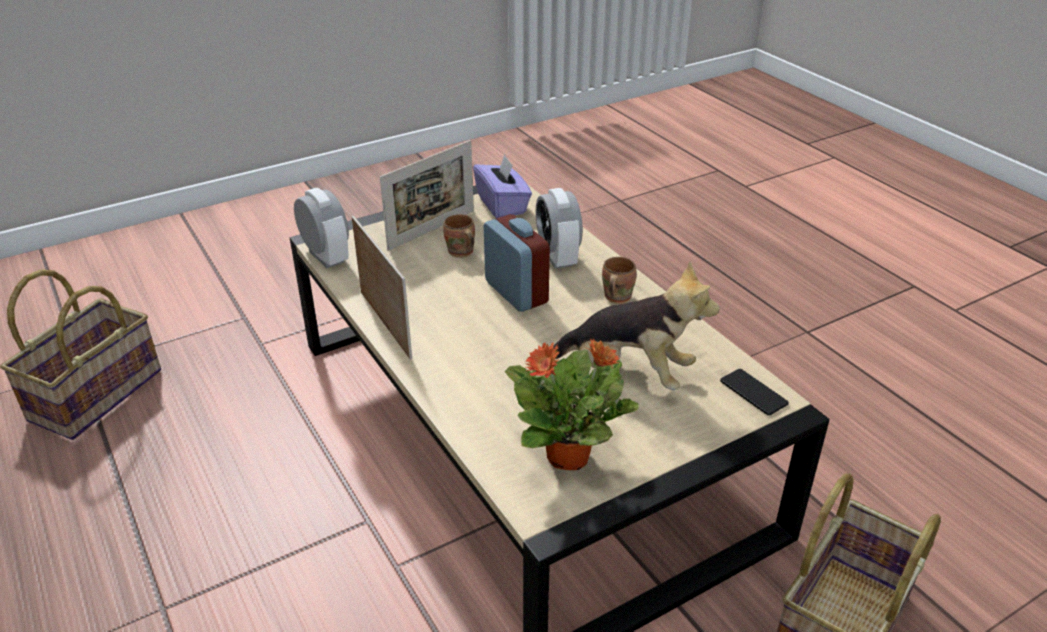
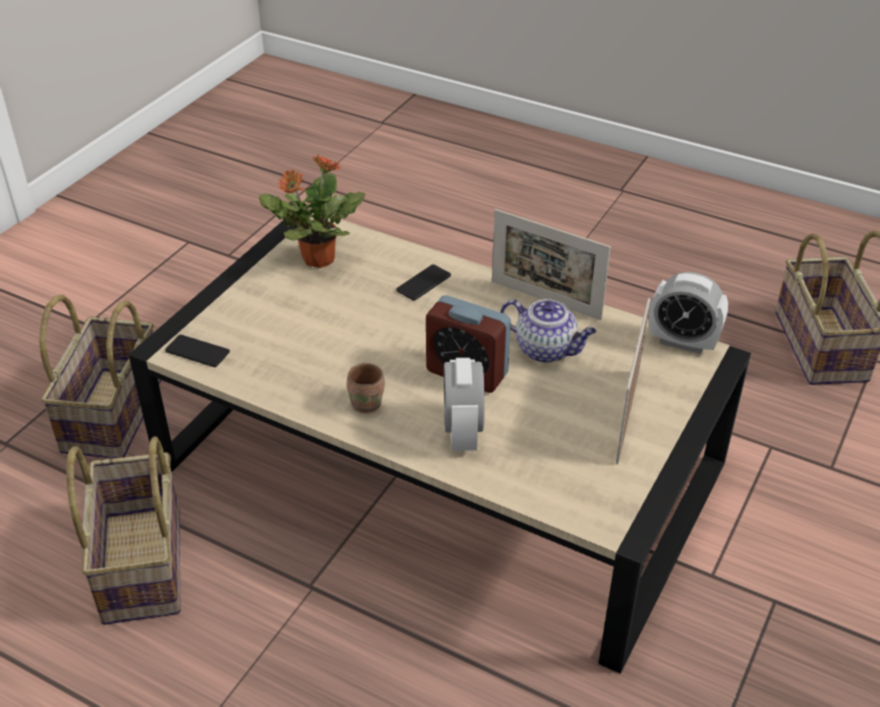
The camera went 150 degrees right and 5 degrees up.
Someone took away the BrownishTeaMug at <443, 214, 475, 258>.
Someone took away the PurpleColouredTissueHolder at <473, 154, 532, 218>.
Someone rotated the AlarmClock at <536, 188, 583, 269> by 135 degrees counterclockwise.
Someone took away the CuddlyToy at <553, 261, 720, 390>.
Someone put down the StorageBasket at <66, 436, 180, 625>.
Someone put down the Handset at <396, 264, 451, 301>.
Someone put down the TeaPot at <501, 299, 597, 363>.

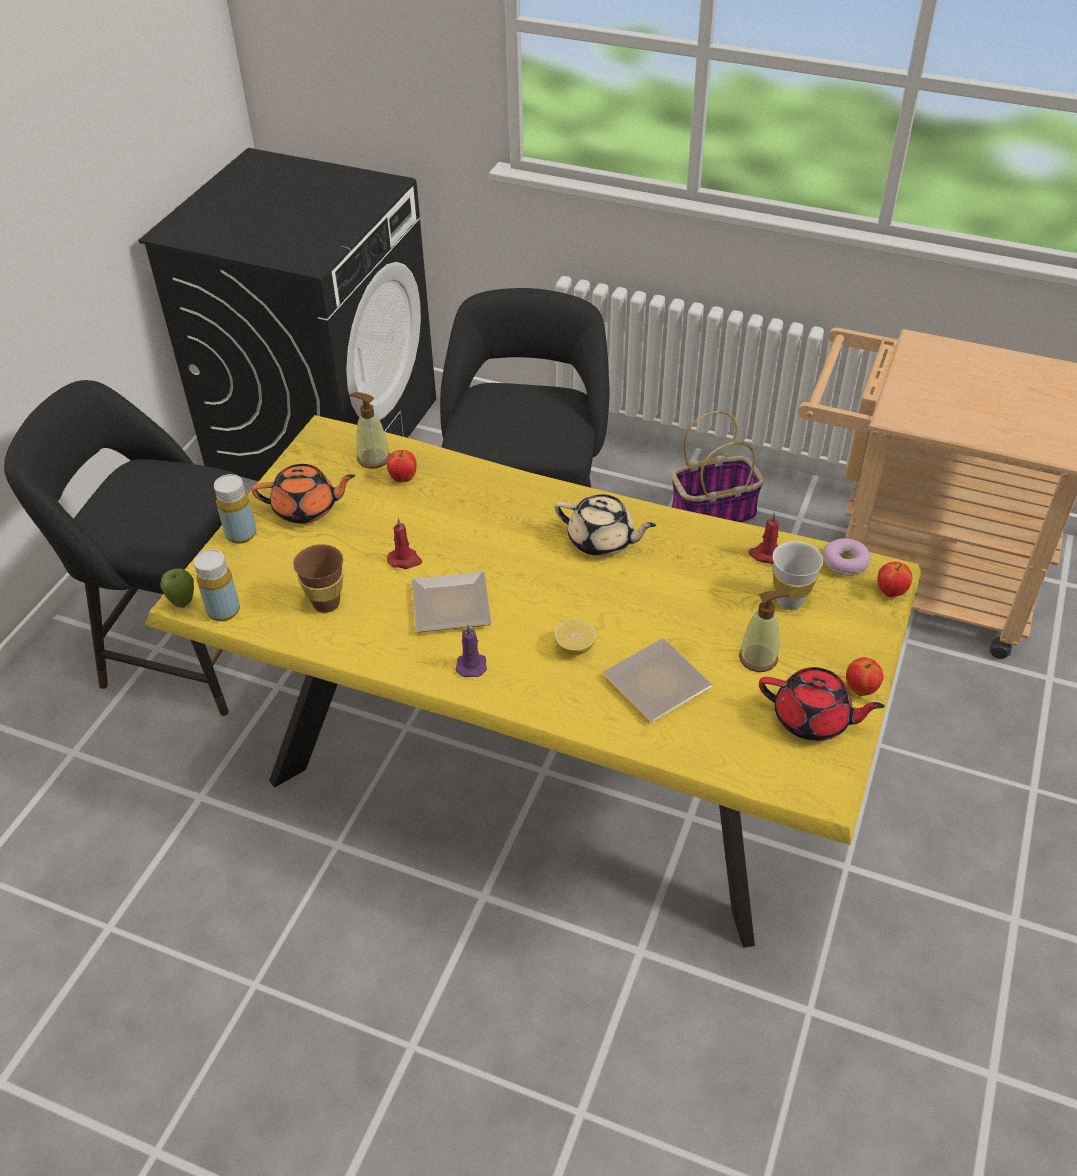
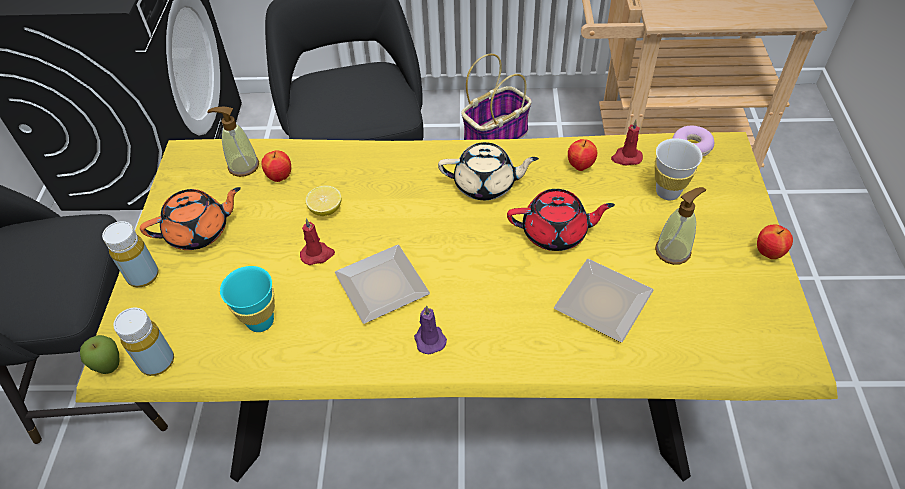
The camera went 20 degrees left and 5 degrees up.
Someone repainted the BrownishSmallCup at <293, 544, 344, 613>, which became the TurquoiseColouredSmallCup at <220, 266, 275, 332>.
Someone carried the CitrusFruit from <555, 619, 596, 655> to <306, 185, 341, 216>.
Someone carried the RedTeaPot from <759, 667, 885, 741> to <507, 189, 615, 251>.
Someone carried the Apple from <877, 562, 912, 597> to <568, 139, 597, 171>.

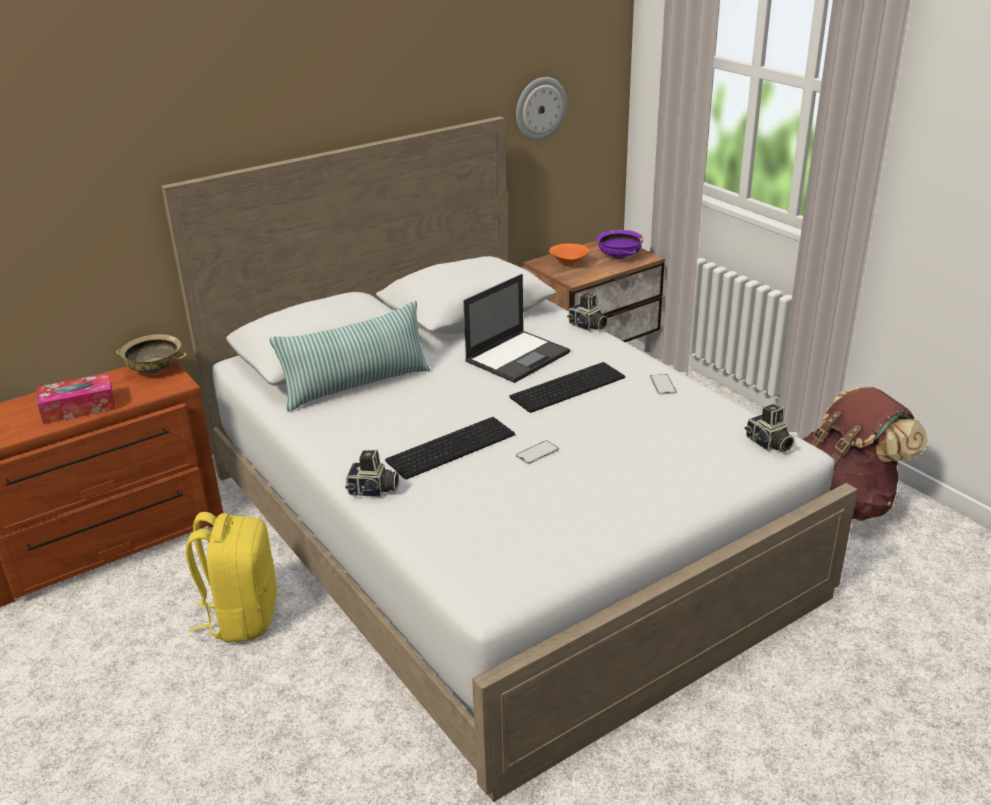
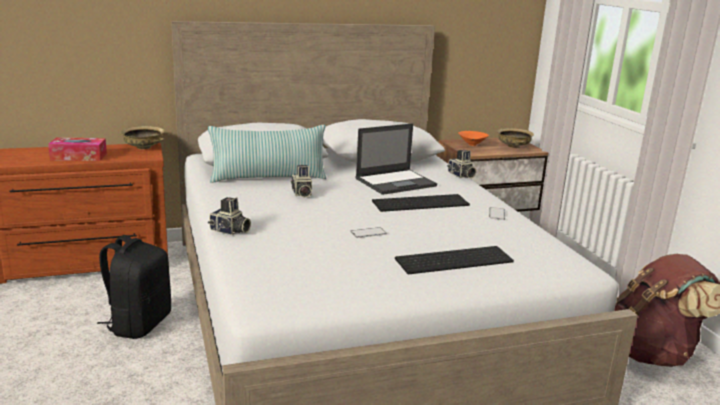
The camera went 15 degrees right and 10 degrees down.
Someone repainted the YellowBackpack at <186, 512, 277, 643>, which became the BlackColouredBackpack at <97, 235, 171, 339>.
Someone carried the Keyboard from <385, 417, 515, 479> to <395, 246, 514, 274>.
Someone took away the WallClock at <516, 77, 566, 141>.
Someone repainted the PurpleColouredServingBowl at <597, 230, 644, 259>, which became the SandColouredServingBowl at <497, 128, 534, 148>.
Someone carried the PhotoCamera from <744, 404, 795, 453> to <291, 165, 312, 198>.

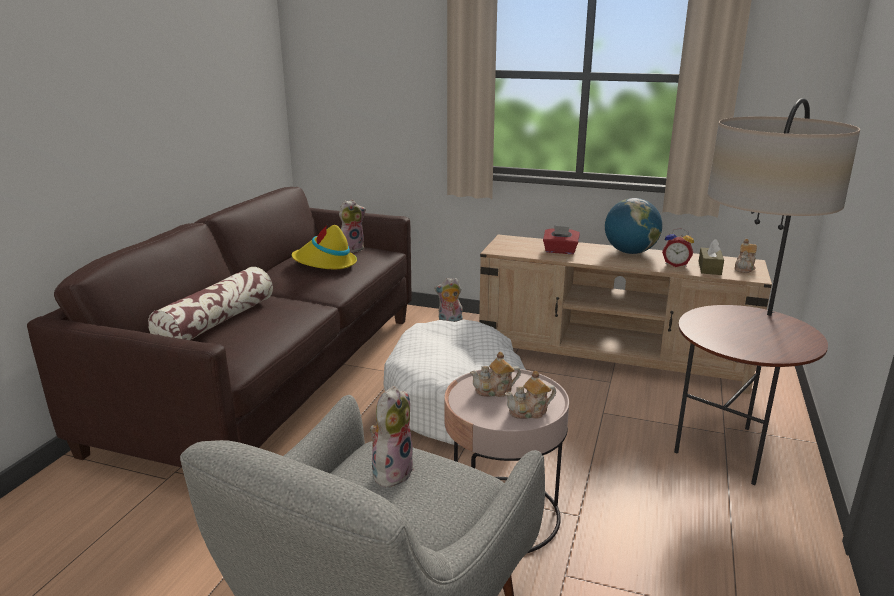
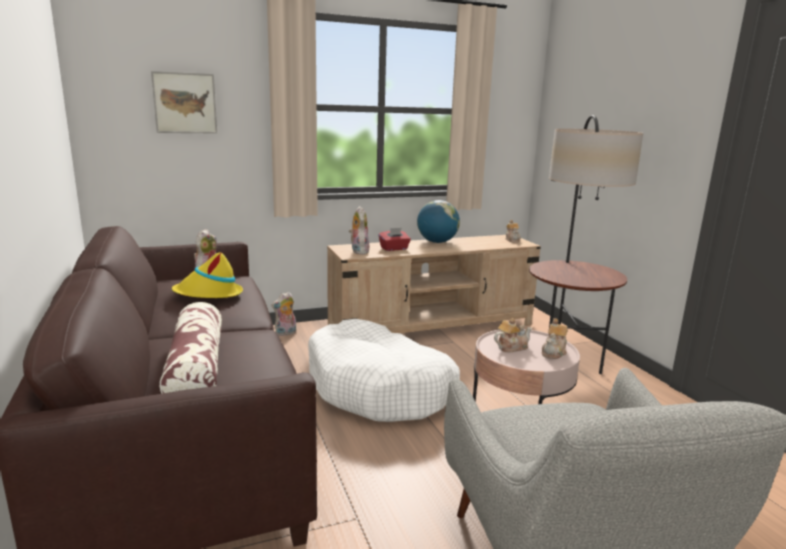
The camera went 40 degrees left and 5 degrees down.
Someone carried the CuddlyToy from <370, 386, 414, 488> to <349, 206, 369, 255>.
Someone rotated the TeaPot at <470, 352, 521, 397> by 150 degrees counterclockwise.
Someone took away the AlarmClock at <662, 228, 694, 267>.
Someone took away the BrownishTissueHolder at <698, 239, 724, 275>.
Someone put up the Picture at <151, 71, 217, 134>.

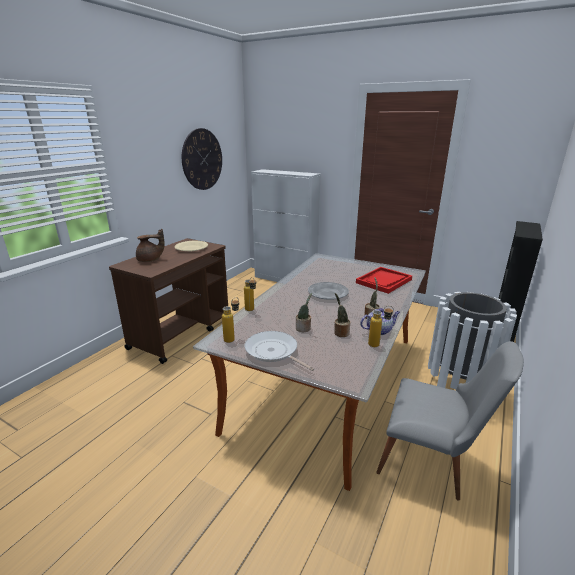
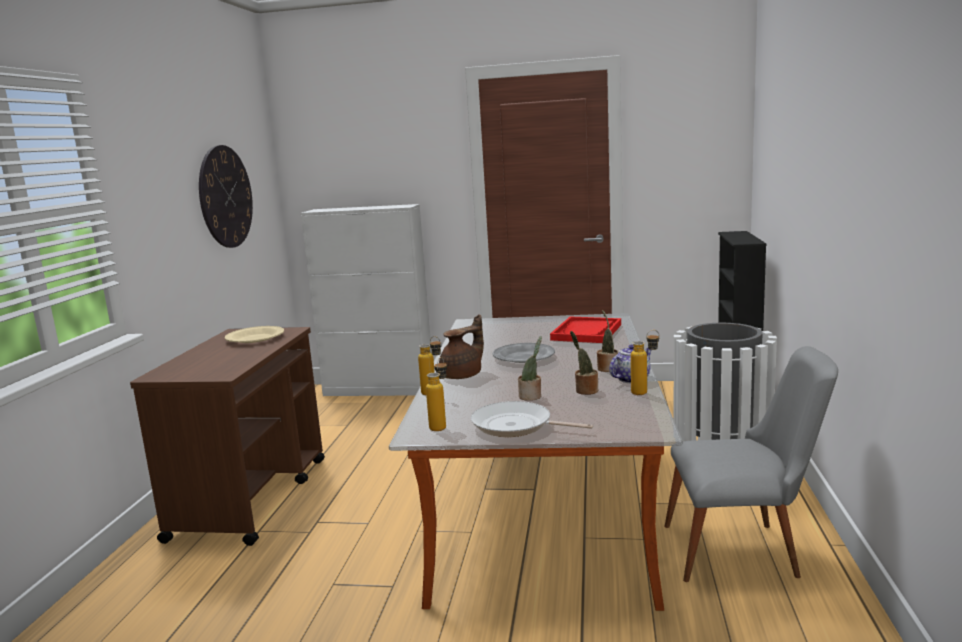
The camera went 20 degrees left and 10 degrees down.
Someone carried the BrownishTeaPot from <136, 229, 165, 262> to <439, 314, 484, 379>.

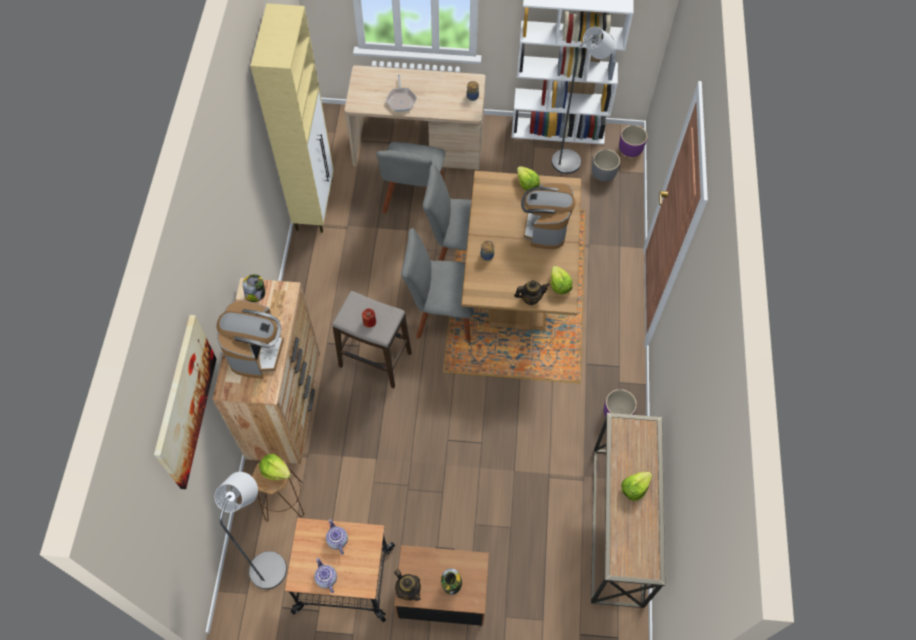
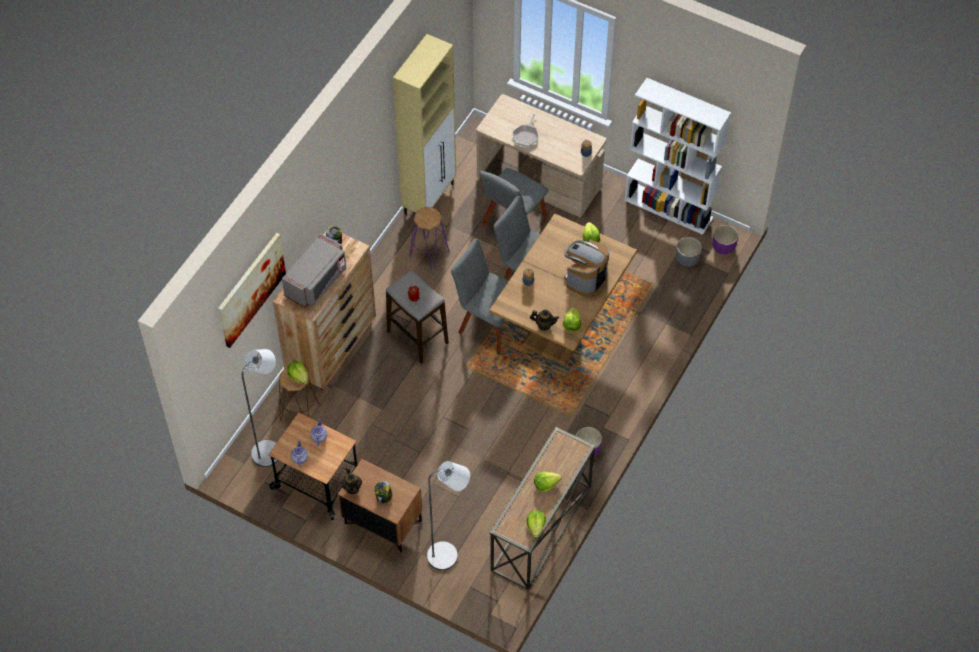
The camera went 25 degrees right and 5 degrees down.
Someone swapped the CoffeeMachine at <216, 300, 284, 379> for the GreyishMicrowave at <282, 234, 346, 308>.
Someone carried the GreyishFloorLamp from <551, 27, 615, 174> to <427, 461, 470, 570>.
Someone put down the PurpleColouredStoolSeat at <410, 207, 449, 270>.
Someone put down the Lettuce at <526, 510, 546, 537>.

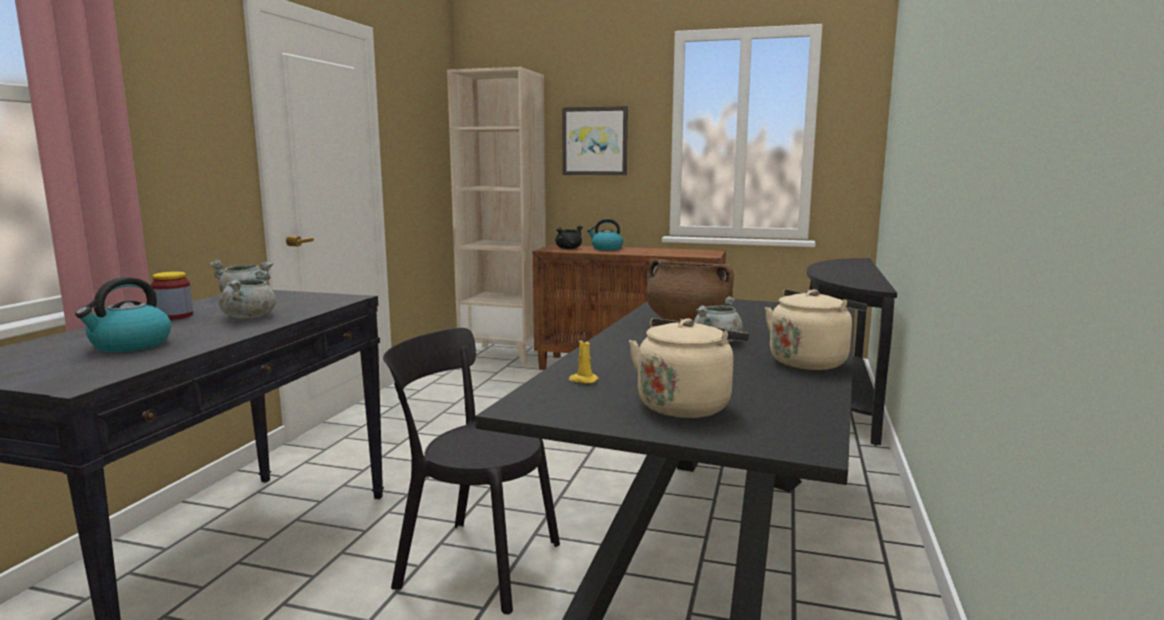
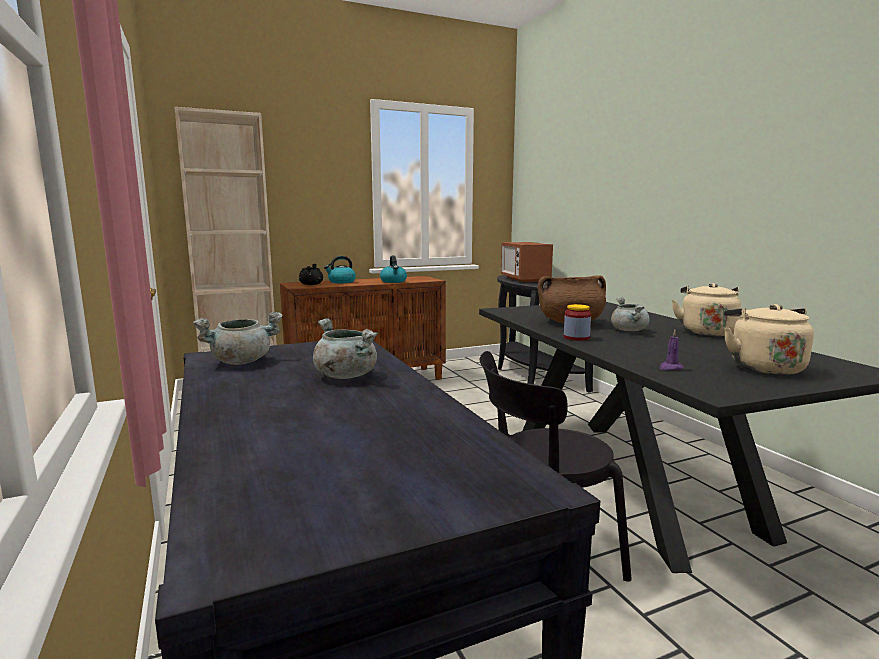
The camera went 40 degrees left and 0 degrees up.
Someone carried the WaterKettle from <75, 277, 171, 352> to <380, 256, 407, 283>.
Someone carried the Jar from <151, 271, 193, 320> to <564, 304, 591, 341>.
Someone took away the Picture at <562, 106, 628, 175>.
Someone repainted the YellowCandle at <569, 332, 599, 383>, which became the PurpleColouredCandle at <659, 330, 684, 370>.
Someone put down the Microwave at <501, 242, 553, 282>.

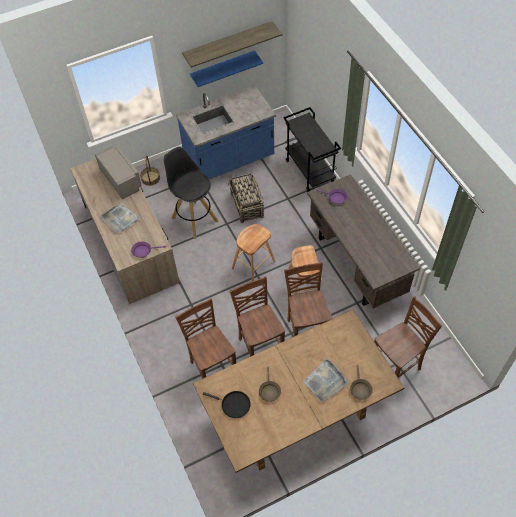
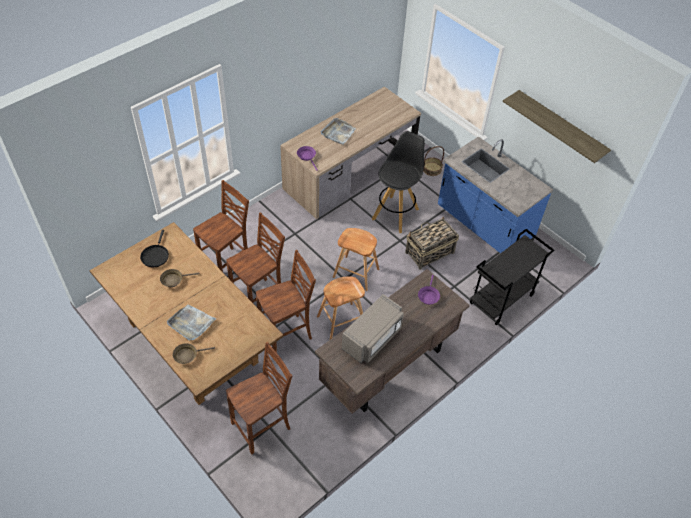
The camera went 70 degrees right and 5 degrees down.
Someone carried the GreyishMicrowave from <95, 145, 142, 200> to <342, 294, 404, 363>.
Someone took away the BlueBracketShelf at <190, 50, 263, 87>.
Someone rotated the BrownishChair at <374, 296, 442, 378> by 75 degrees counterclockwise.

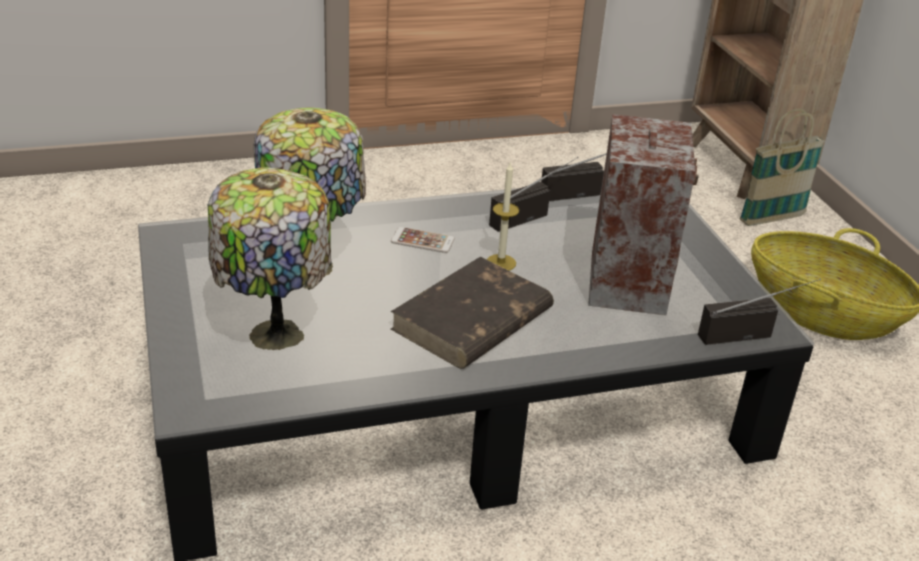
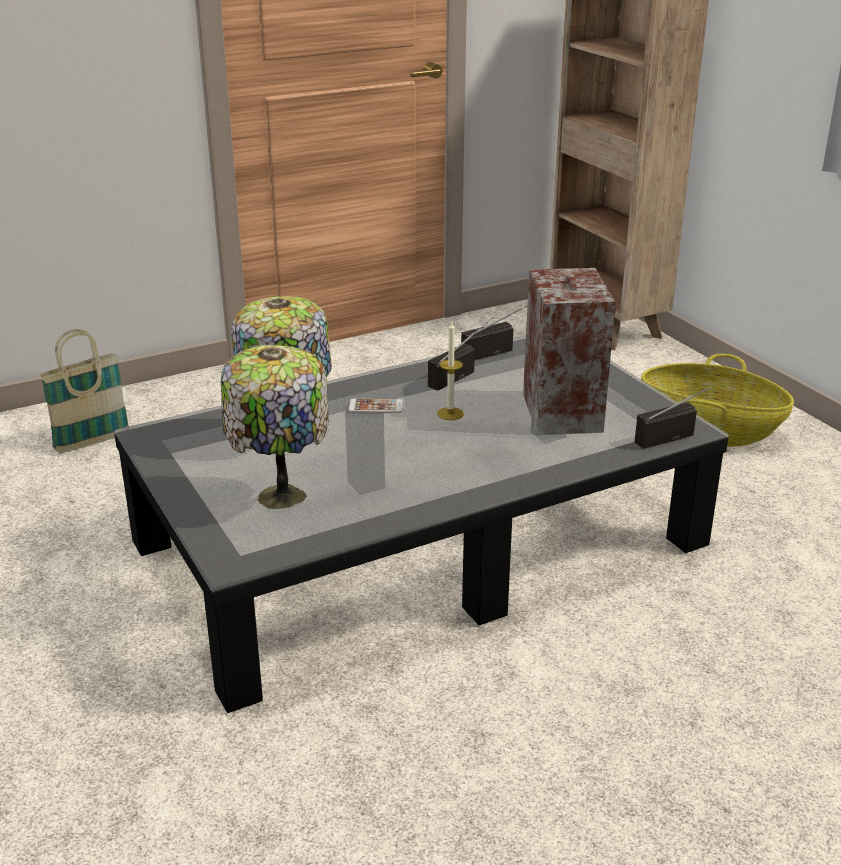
The camera went 10 degrees left and 5 degrees down.
Someone took away the BrownishVolume at <391, 257, 554, 369>.
Someone carried the StorageBasket from <740, 109, 825, 226> to <39, 329, 129, 453>.

